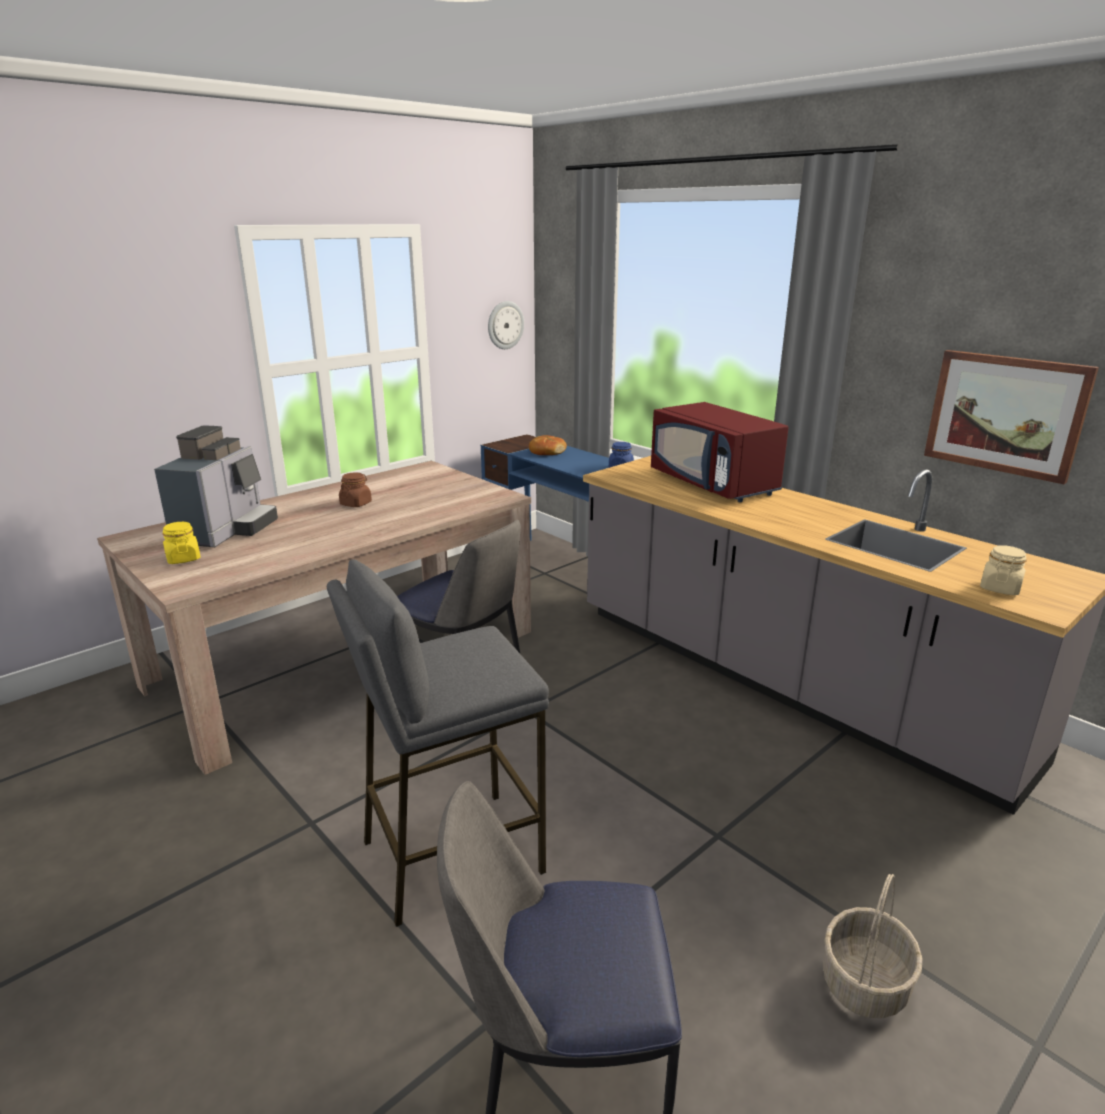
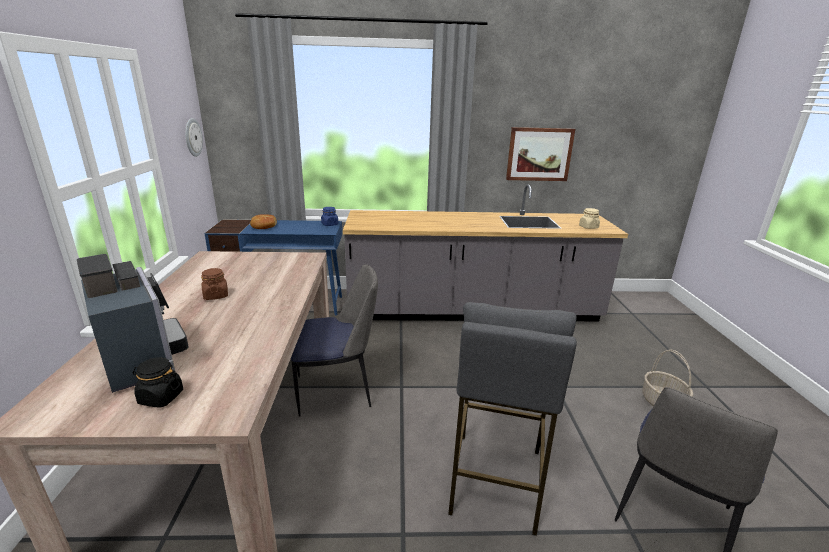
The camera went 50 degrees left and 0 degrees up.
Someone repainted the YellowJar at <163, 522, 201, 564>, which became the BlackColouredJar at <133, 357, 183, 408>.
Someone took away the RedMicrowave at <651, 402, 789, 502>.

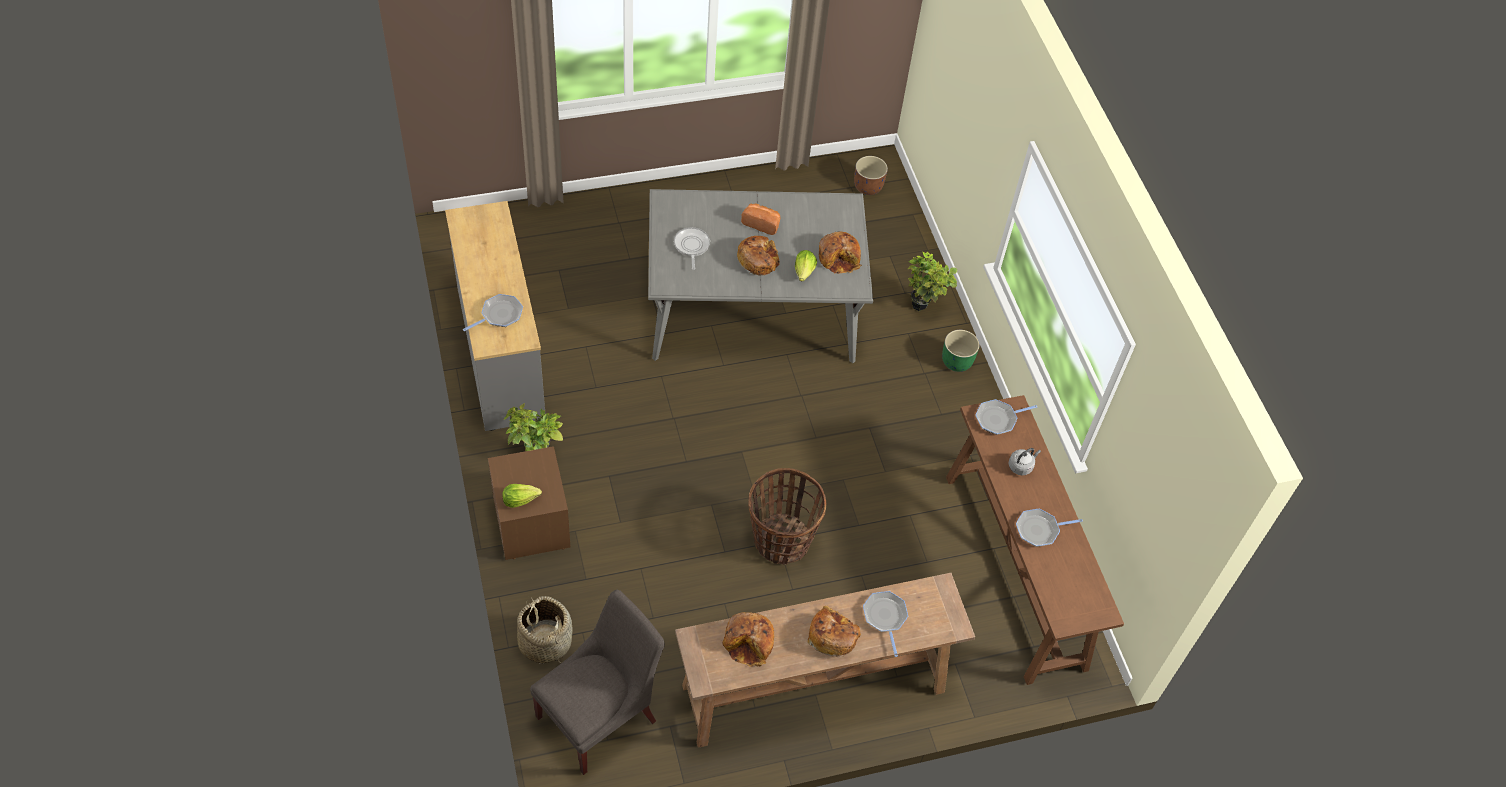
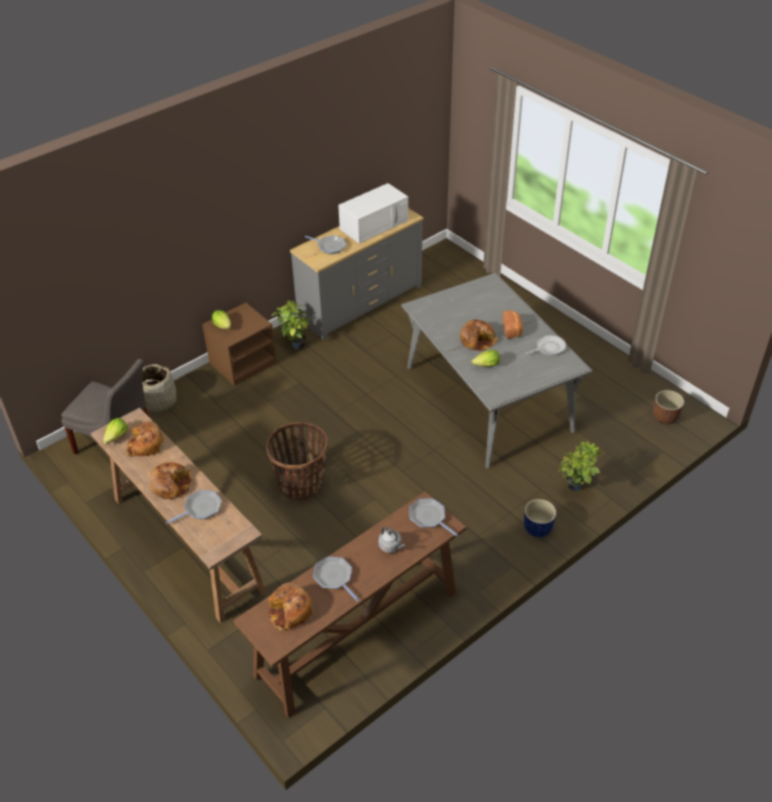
The camera went 70 degrees right and 10 degrees down.
Someone carried the FryingPan from <674, 227, 710, 270> to <526, 335, 566, 356>.
Someone carried the Bread from <819, 231, 861, 274> to <268, 582, 314, 631>.
Someone repainted the GreenishFlowerPot at <942, 330, 980, 372>, which became the BlueFlowerPot at <524, 499, 556, 537>.
Someone put down the Lettuce at <103, 418, 128, 444>.
Someone put down the WhiteColouredMicrowave at <338, 183, 408, 244>.

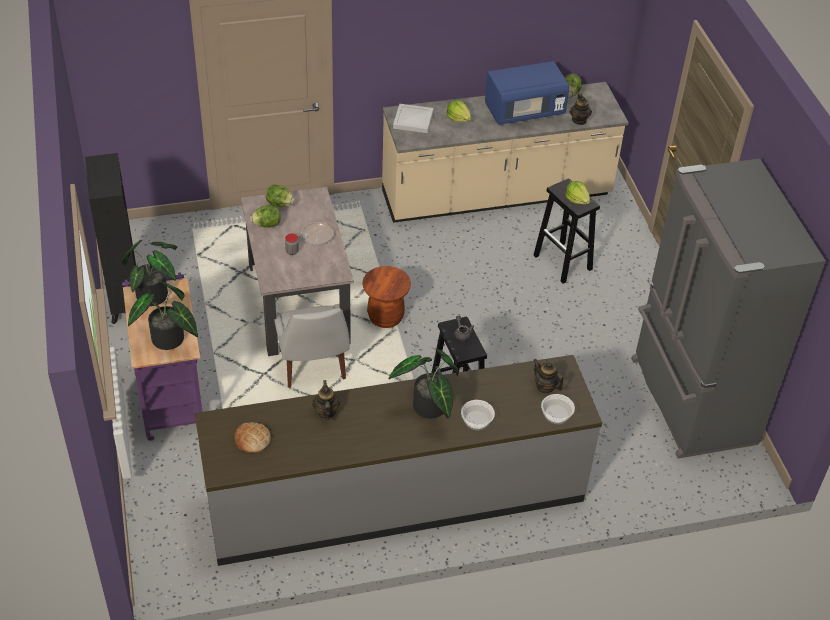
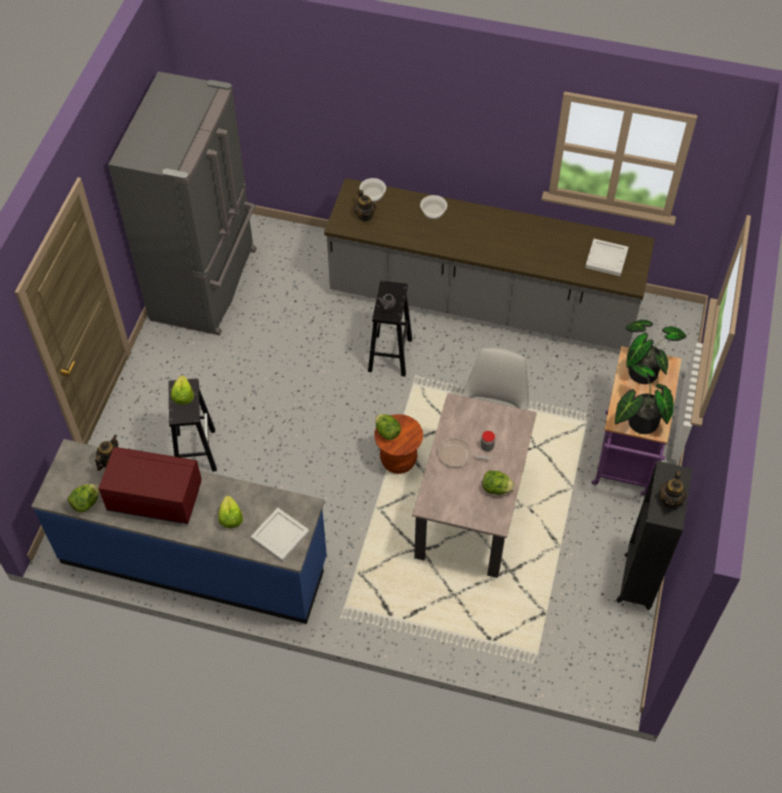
The camera went 150 degrees left and 10 degrees up.
Someone swapped the Bread at <235, 422, 271, 453> for the WhiteColouredServingTray at <585, 239, 628, 276>.
Someone carried the Lettuce from <266, 184, 295, 207> to <375, 414, 401, 440>.
Someone carried the TeaPot from <312, 380, 340, 420> to <659, 471, 686, 508>.
Someone repainted the SandColouredKitchenBaseUnit at <382, 82, 629, 223>, which became the BlueKitchenBaseUnit at <31, 439, 327, 624>.
Someone took away the PlantInAPot at <388, 349, 459, 419>.
Someone repainted the BlueMicrowave at <485, 61, 569, 125>, which became the RedMicrowave at <99, 447, 201, 524>.

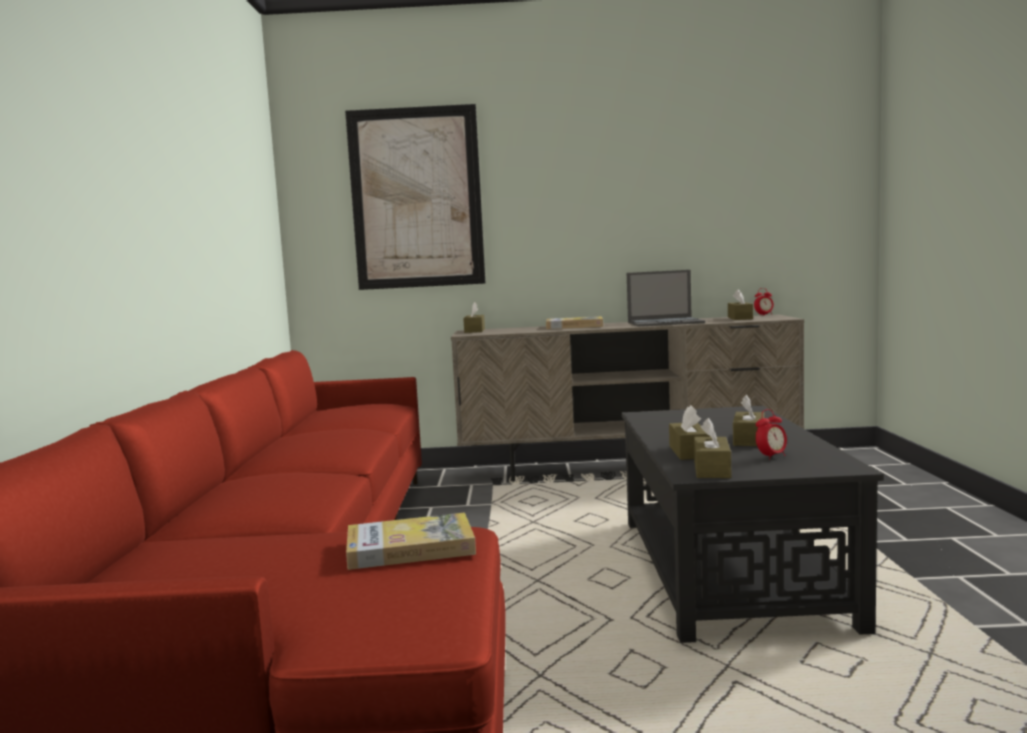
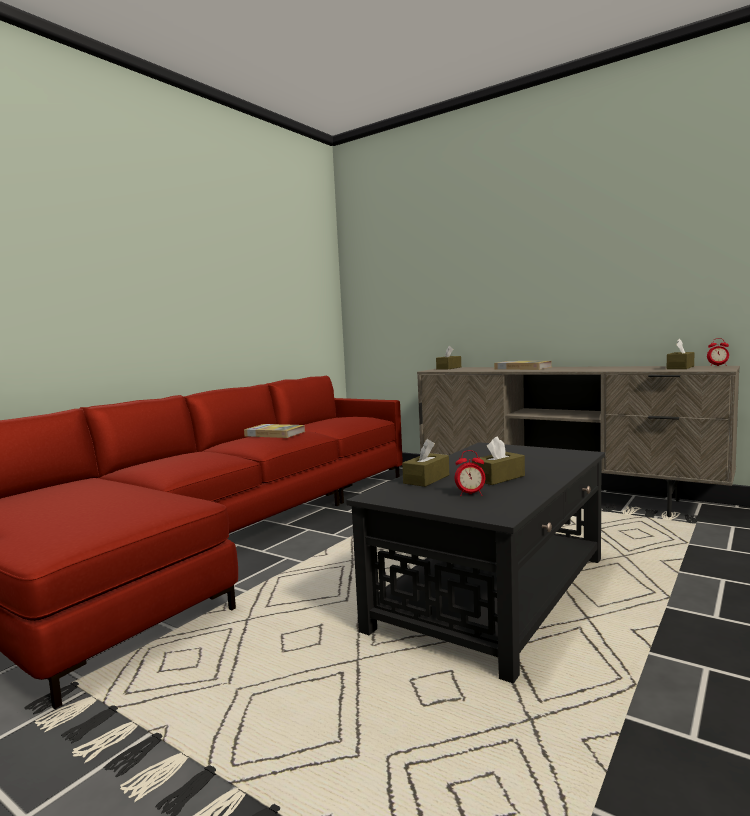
The camera went 35 degrees right and 0 degrees up.
Someone took away the Picture at <345, 104, 485, 290>.
Someone carried the Volume from <346, 512, 476, 570> to <244, 424, 305, 438>.
Someone took away the PortableComputer at <627, 270, 705, 327>.
Someone took away the BrownishTissueHolder at <694, 418, 731, 478>.

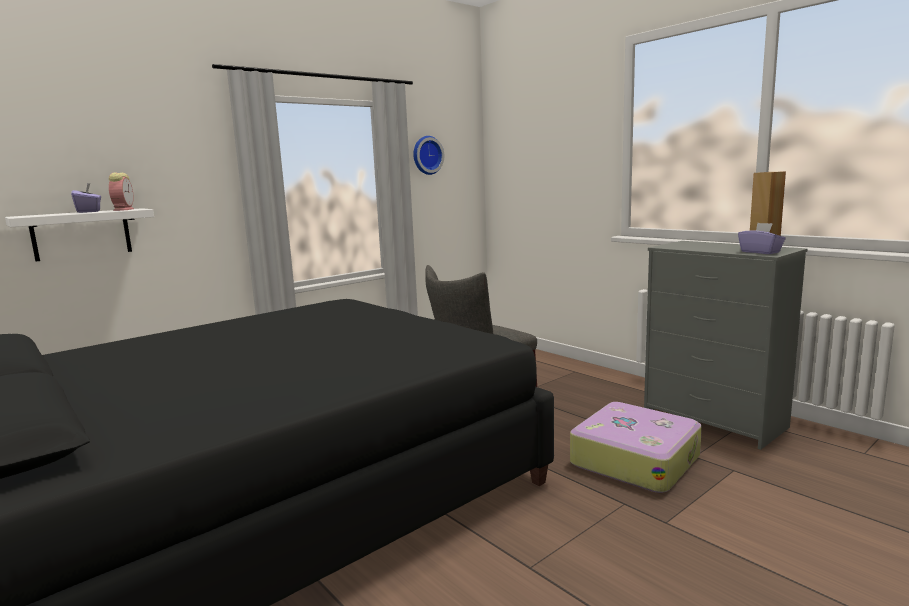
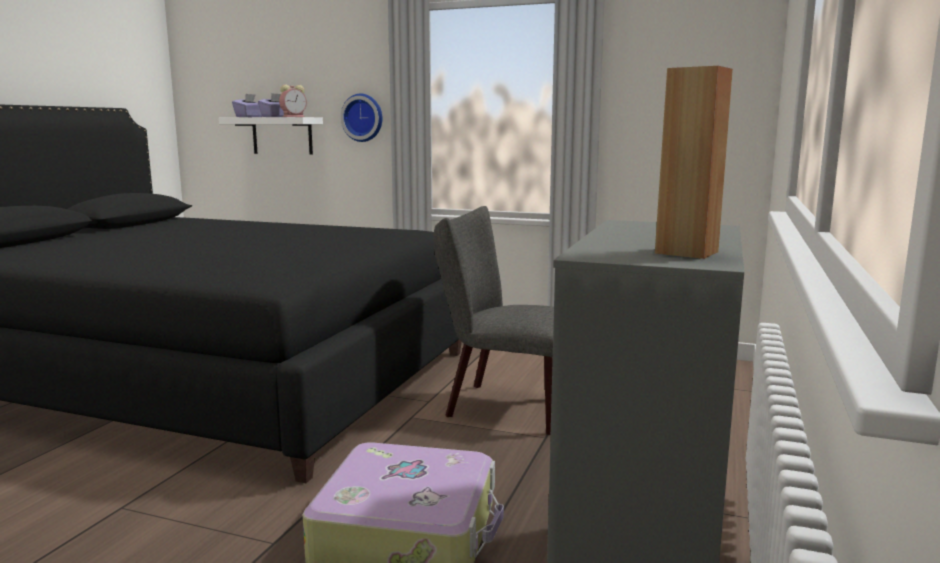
The camera went 60 degrees right and 0 degrees up.
Someone carried the WallClock from <413, 136, 444, 175> to <340, 94, 382, 142>.
Someone carried the PurpleColouredTissueHolder from <738, 223, 786, 254> to <232, 94, 263, 117>.

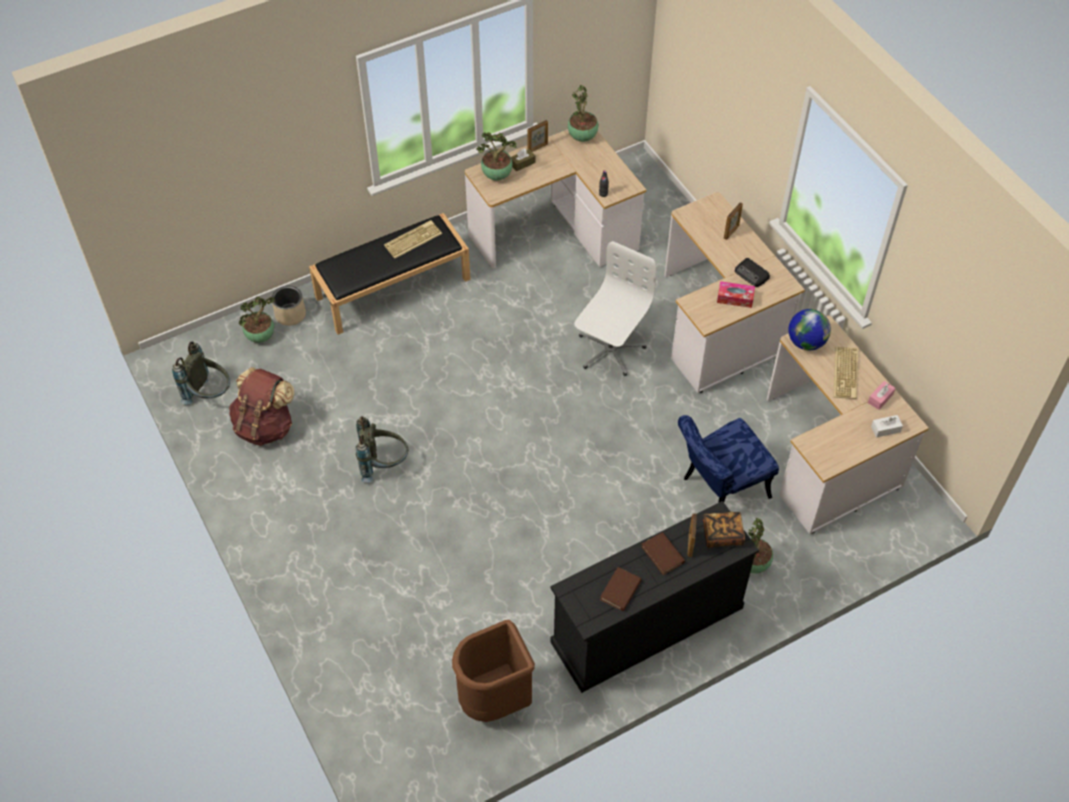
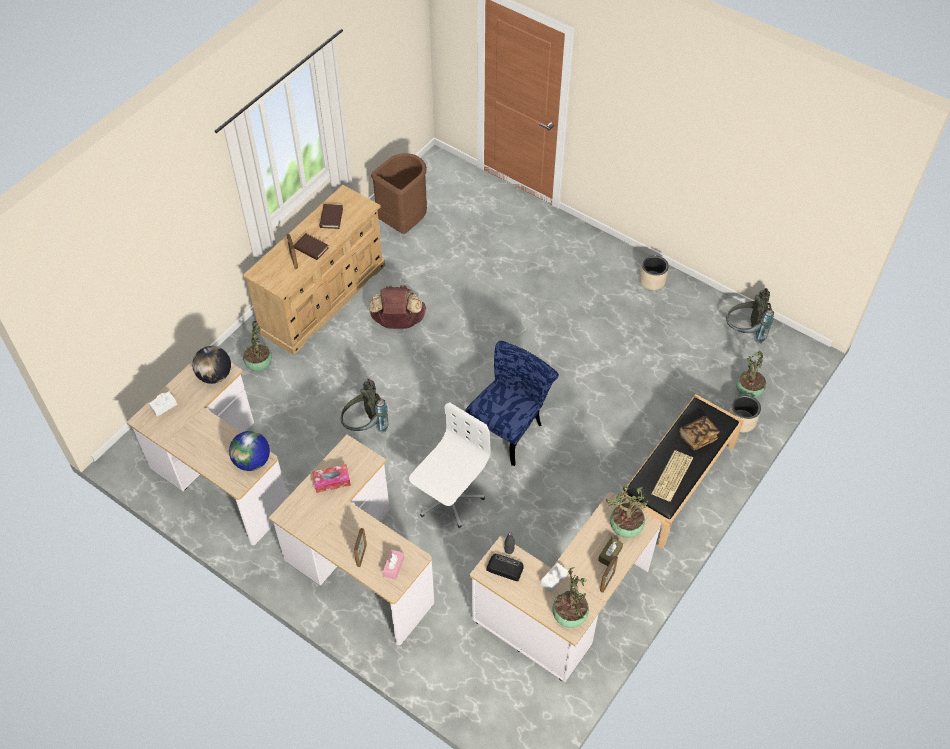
The camera went 155 degrees right and 0 degrees up.
Someone carried the BrownishBackpack from <229, 367, 295, 446> to <369, 285, 426, 329>.
Someone carried the GreyishBackpack from <356, 416, 408, 483> to <341, 379, 389, 433>.
Someone repainted the BlackColouredDresser at <550, 501, 759, 693>, which became the SandColouredDresser at <243, 185, 385, 355>.
Someone rotated the WhiteColouredComputerChair at <574, 241, 656, 376> by 150 degrees counterclockwise.
Someone carried the BlueChair from <678, 415, 779, 503> to <465, 341, 559, 466>.
Someone carried the Volume from <703, 512, 745, 548> to <679, 416, 720, 450>.
Someone carried the Radio from <735, 258, 770, 287> to <486, 554, 524, 581>.
Someone took away the Keyboard at <833, 347, 858, 399>.
Someone carried the PinkColouredTissueHolder from <868, 381, 896, 410> to <383, 549, 404, 580>.
Someone put down the WorldGlobe at <192, 346, 231, 384>.
Someone put down the WhiteColouredTissueHolder at <541, 563, 568, 593>.
Someone put down the SandColouredFlowerPot at <639, 255, 669, 290>.

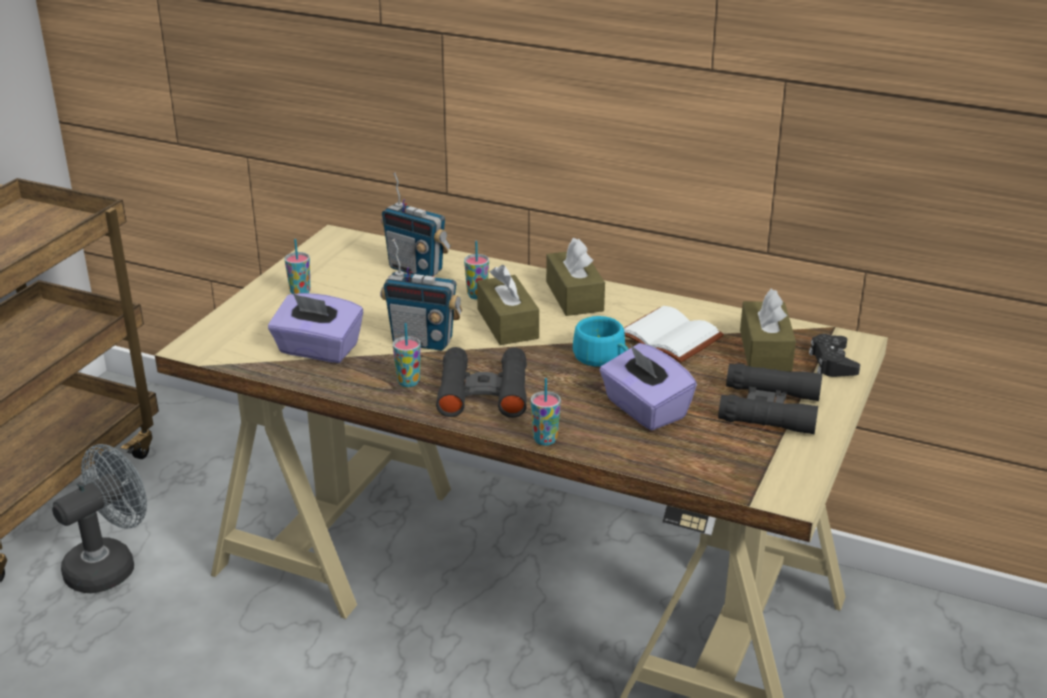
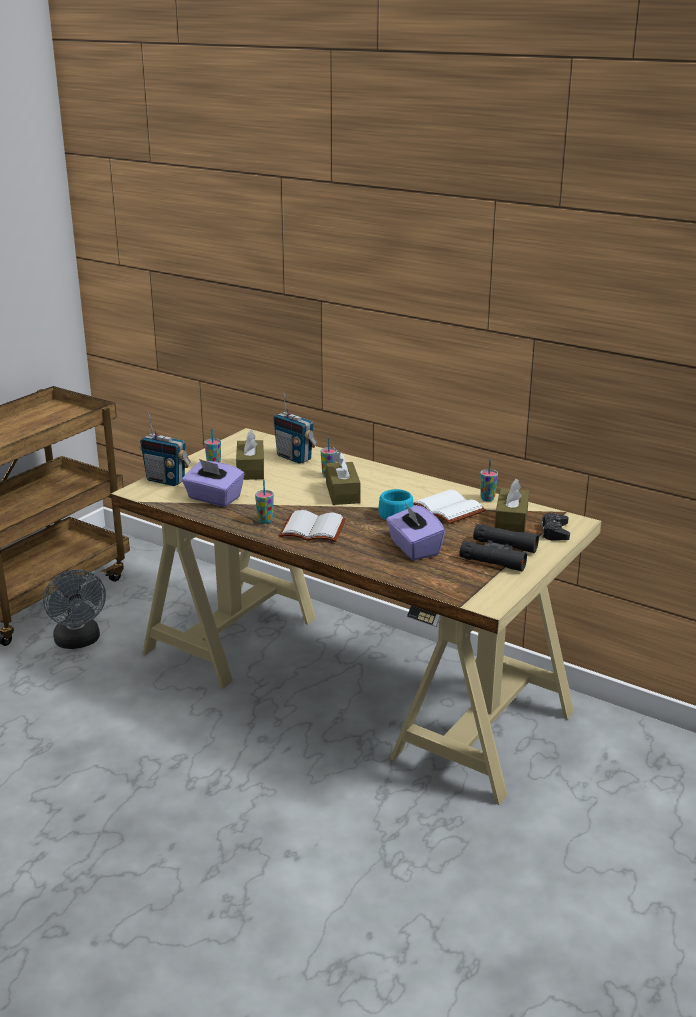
The camera went 10 degrees right and 5 degrees down.
Someone rotated the GreyishElectricFan at <52, 444, 147, 593> by 105 degrees clockwise.
Someone carried the Radio from <381, 239, 462, 351> to <140, 412, 191, 486>.
Someone swapped the BlackColouredFieldGlasses at <436, 347, 527, 418> for the WhiteColouredVolume at <279, 510, 346, 542>.
Someone carried the SmallCup from <531, 378, 561, 446> to <480, 459, 498, 501>.
Someone carried the BrownishTissueHolder from <546, 238, 605, 316> to <236, 430, 264, 480>.

